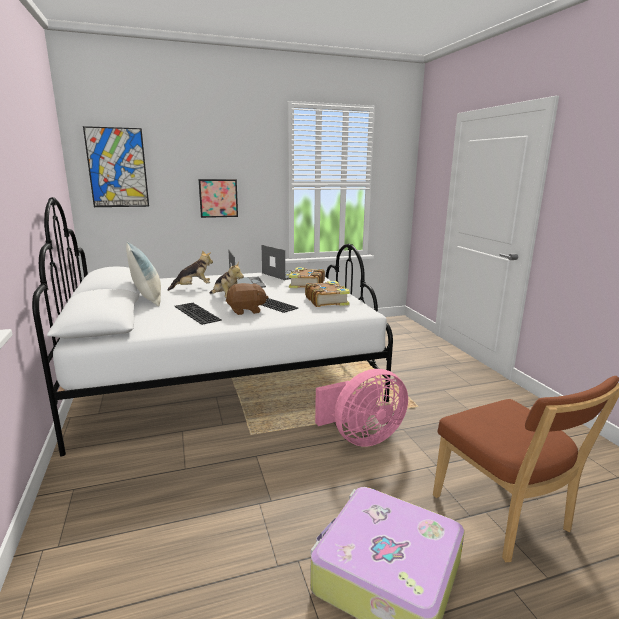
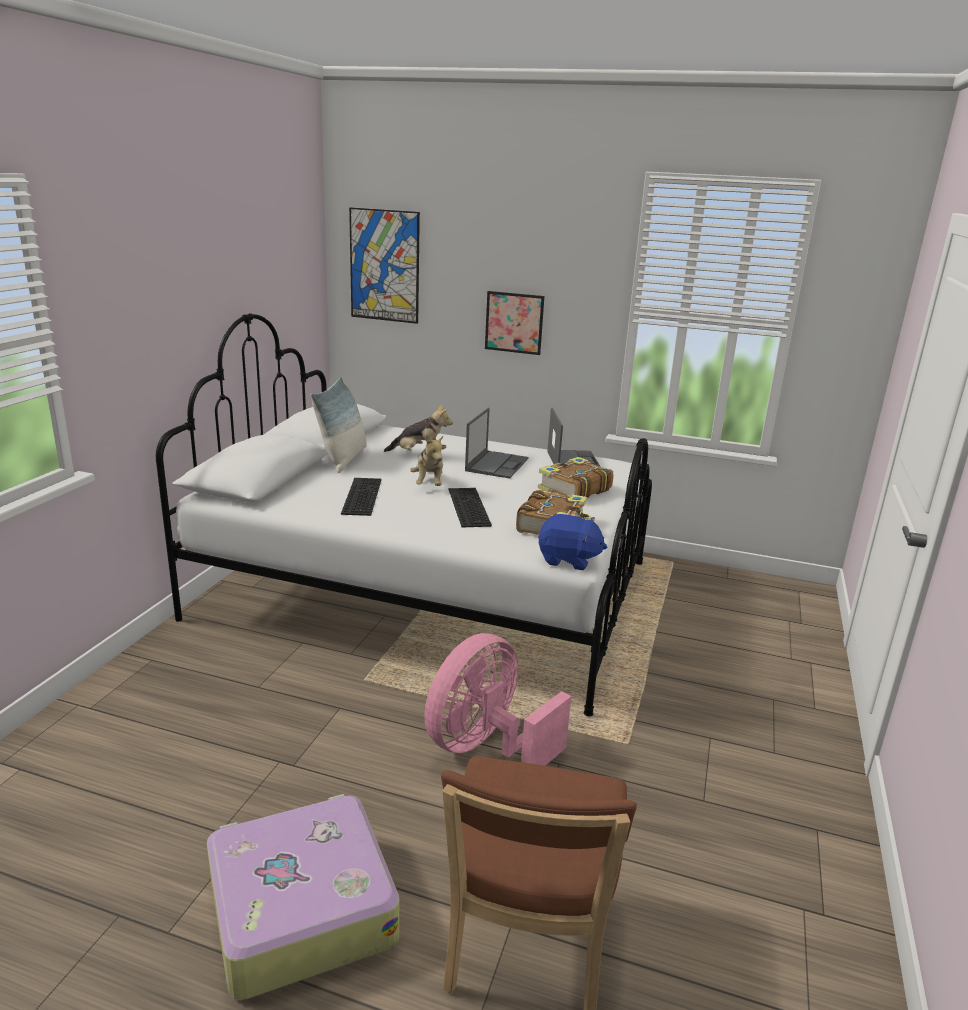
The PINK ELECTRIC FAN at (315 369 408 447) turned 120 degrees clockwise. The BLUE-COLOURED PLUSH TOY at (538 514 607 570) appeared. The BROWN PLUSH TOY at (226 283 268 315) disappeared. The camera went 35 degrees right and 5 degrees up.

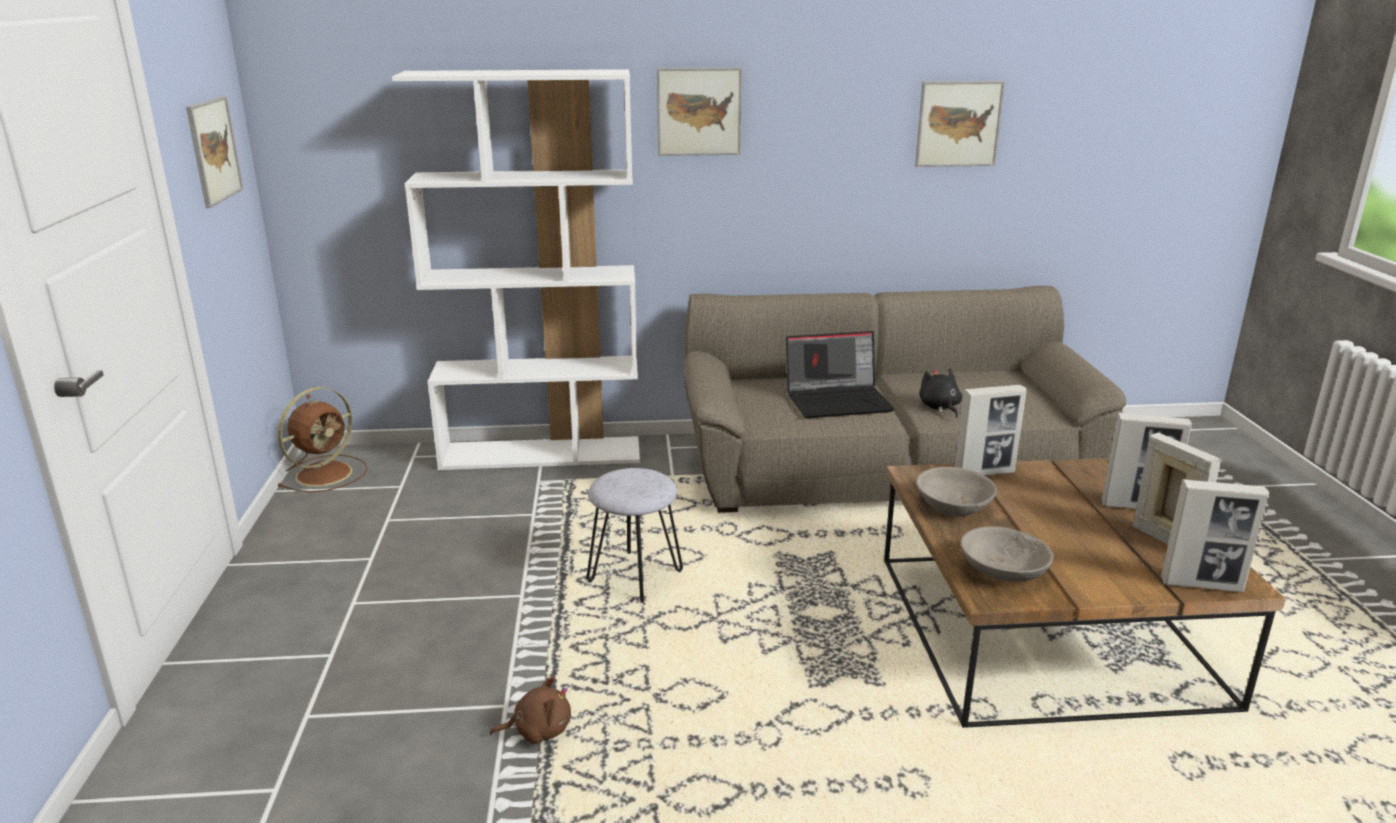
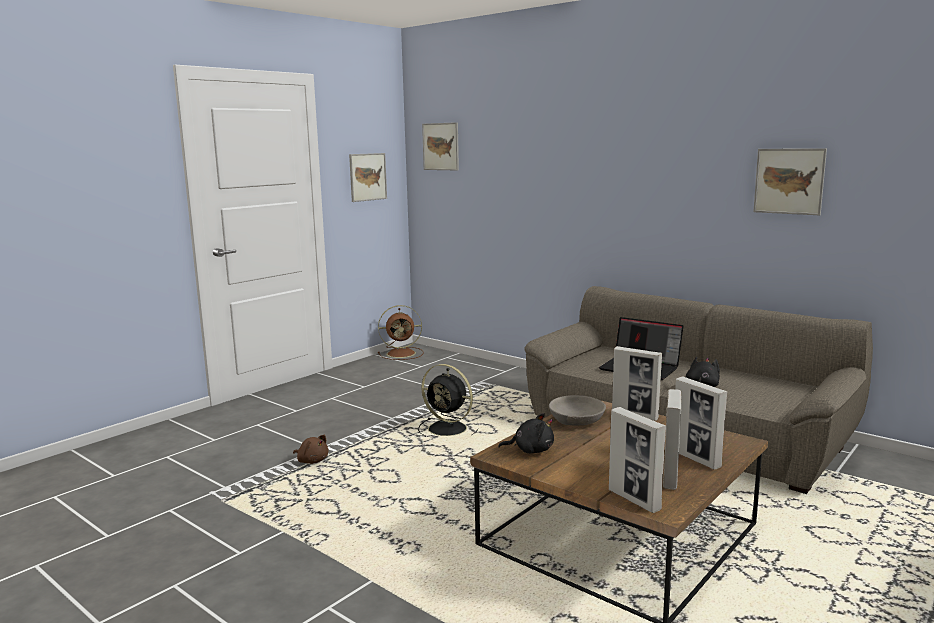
The GREYISH SITTING STOOL at (587 468 683 603) was replaced by the BLACK-COLOURED ELECTRIC FAN at (418 364 479 437). The PICTURE moved from (657 67 742 156) to (422 122 459 170). The GREYISH DEEP DISH at (960 526 1053 582) was replaced by the BLACK-COLOURED PLUSH TOY at (498 413 554 454). The WHITISH BOOKSHELF at (392 69 640 470) disappeared. The camera went 45 degrees right and 10 degrees down.

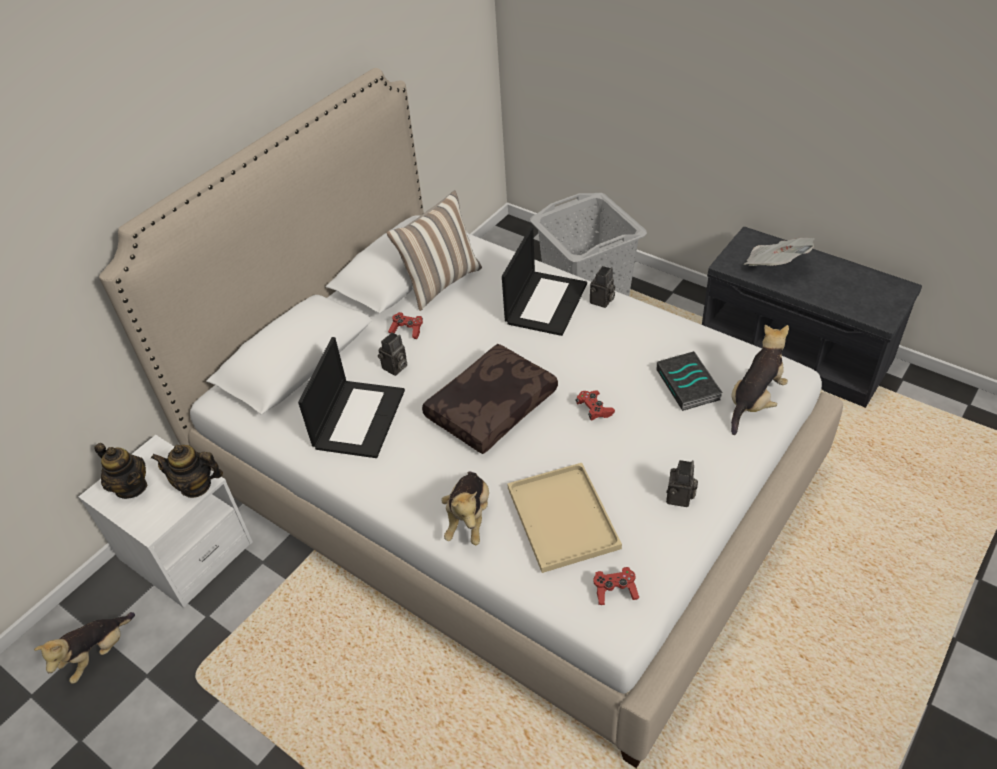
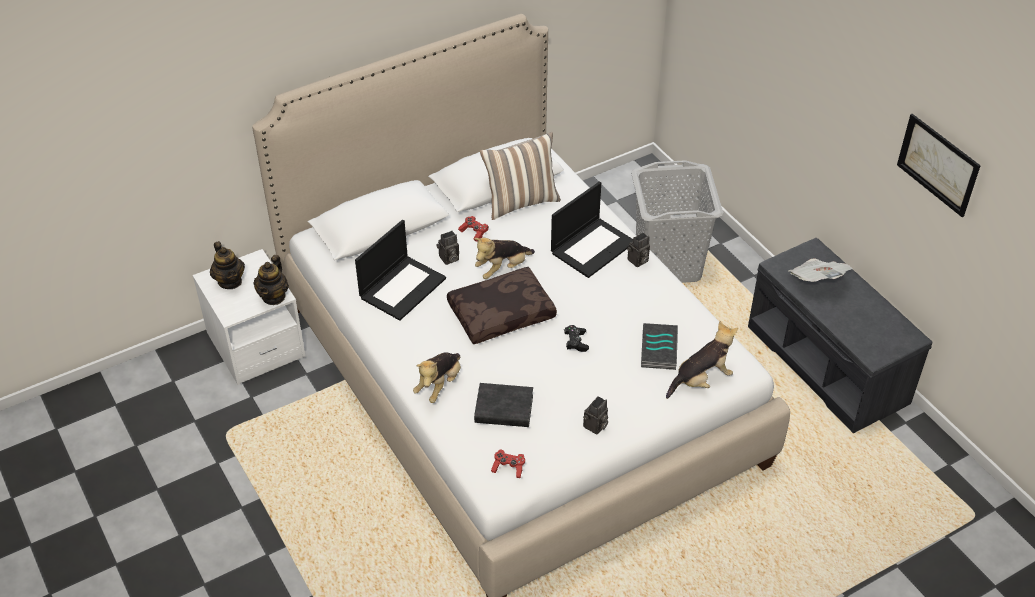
The TEA POT at (151 445 223 498) turned 105 degrees counterclockwise. The PLUSH TOY moved from (34 612 135 684) to (474 238 535 279). The BEIGE TRAY at (507 463 622 573) was replaced by the BLACK-COLOURED BOUND BOOK at (474 383 533 427). The REDDISH JOYPAD at (575 390 615 421) became the BLACK-COLOURED JOYPAD at (564 325 589 352). The PICTURE at (897 114 981 217) appeared. The camera went 20 degrees right and 0 degrees up.

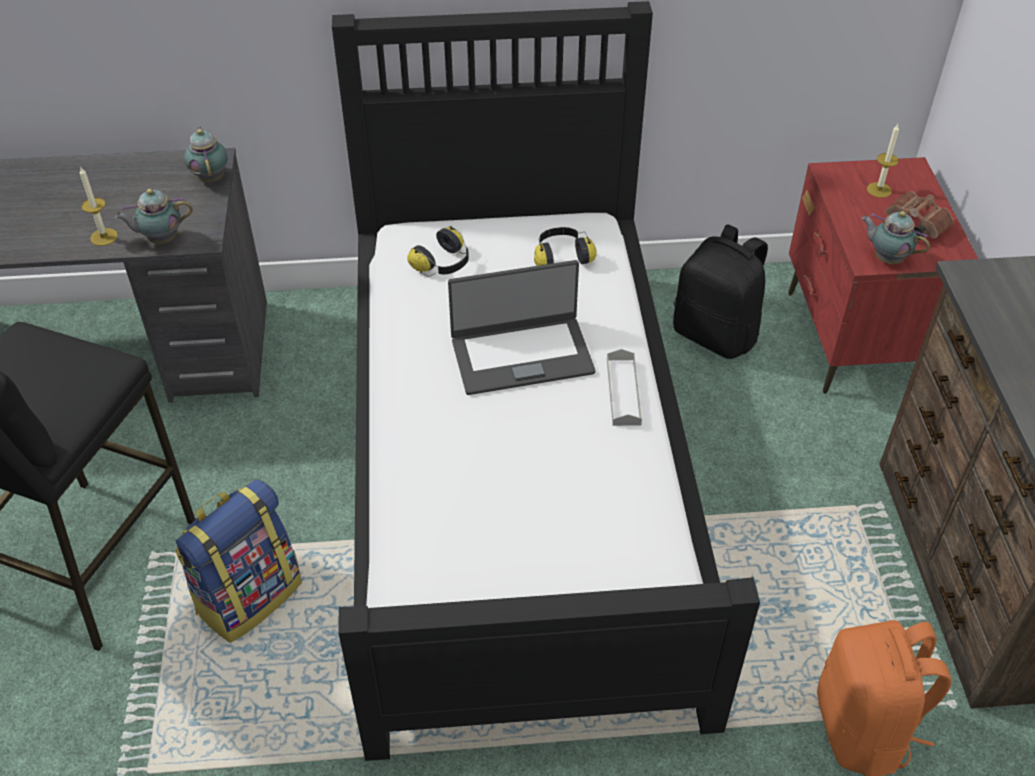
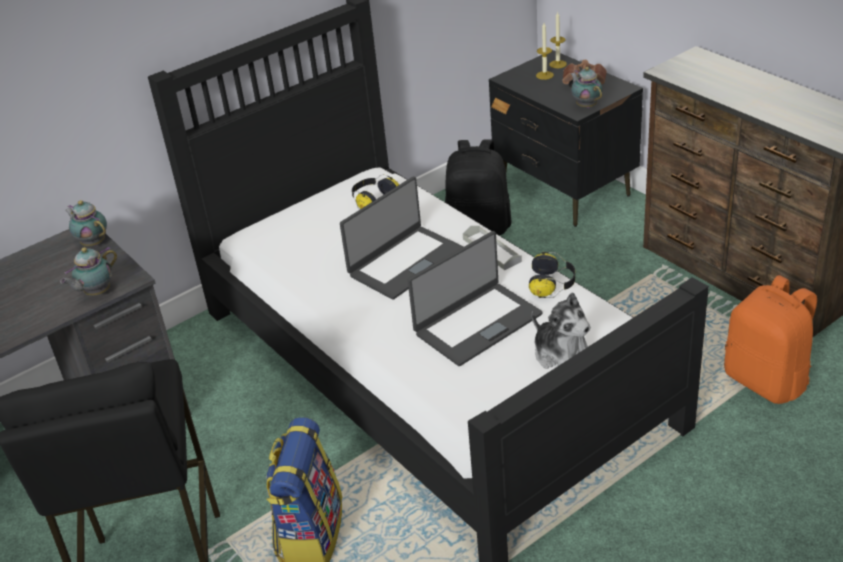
The PORTABLE COMPUTER at (408 231 543 366) appeared. The REDDISH NIGHTSTAND at (788 157 978 394) became the BLACK-COLOURED NIGHTSTAND at (489 50 643 227). The HEADSET moved from (407 226 469 277) to (529 252 575 298). The PLUSH TOY at (532 292 591 369) appeared. The WAX CANDLE moved from (80 167 118 246) to (549 12 567 68). The TEA POT at (861 211 930 264) turned 60 degrees clockwise. The camera went 30 degrees left and 10 degrees down.

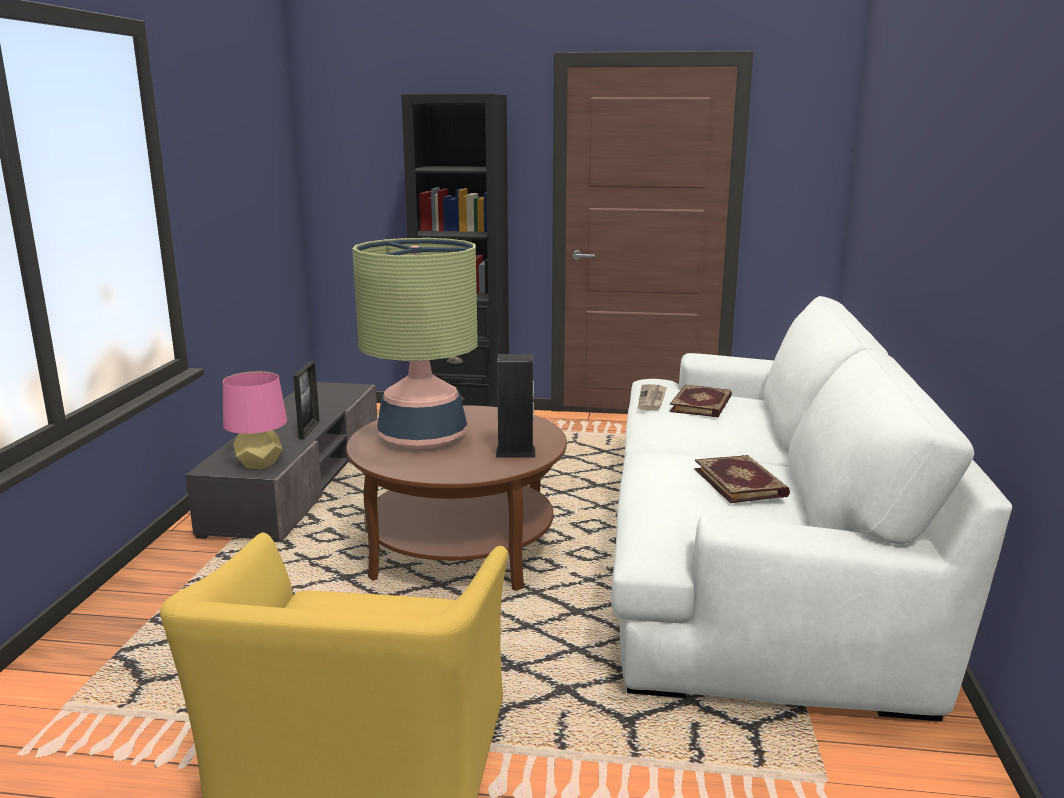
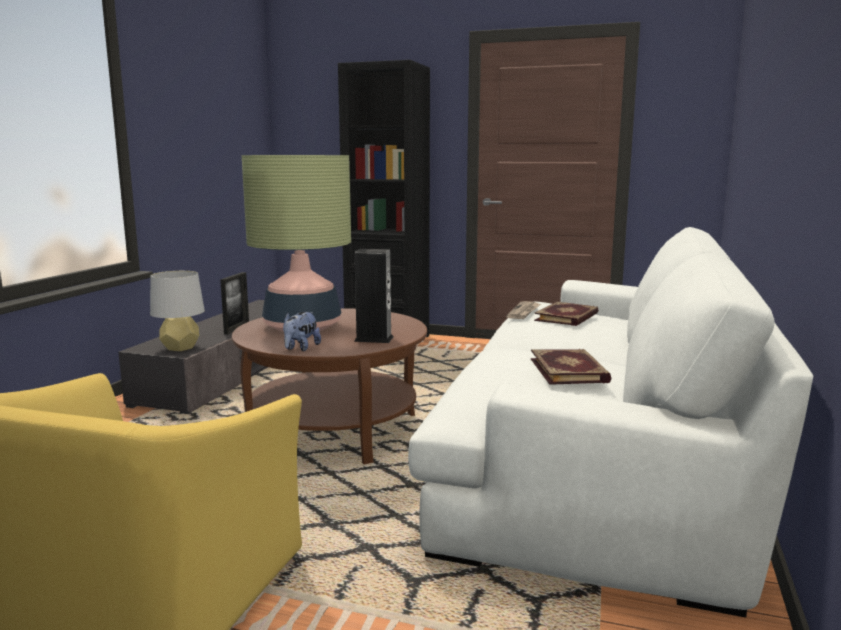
The PINK TABLE LAMP at (223 371 287 469) became the GREYISH TABLE LAMP at (150 271 205 351). The PLUSH TOY at (283 312 321 351) appeared. The camera went 10 degrees right and 5 degrees down.

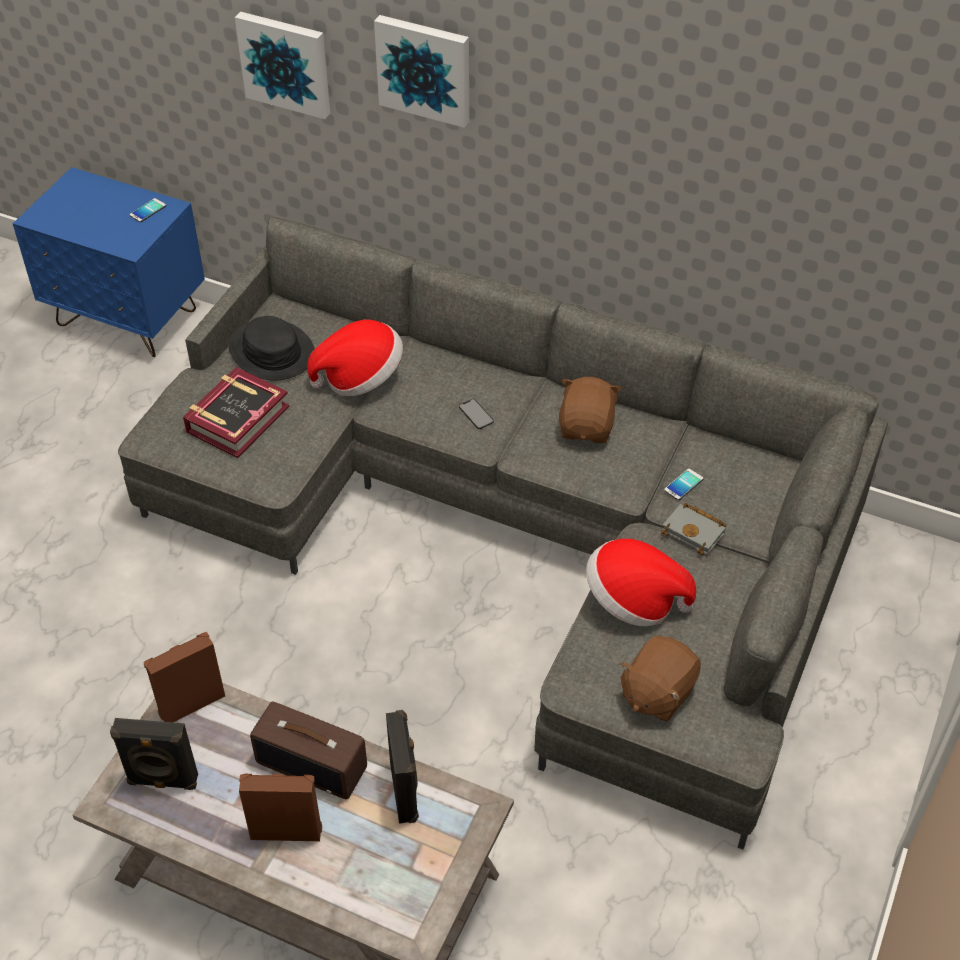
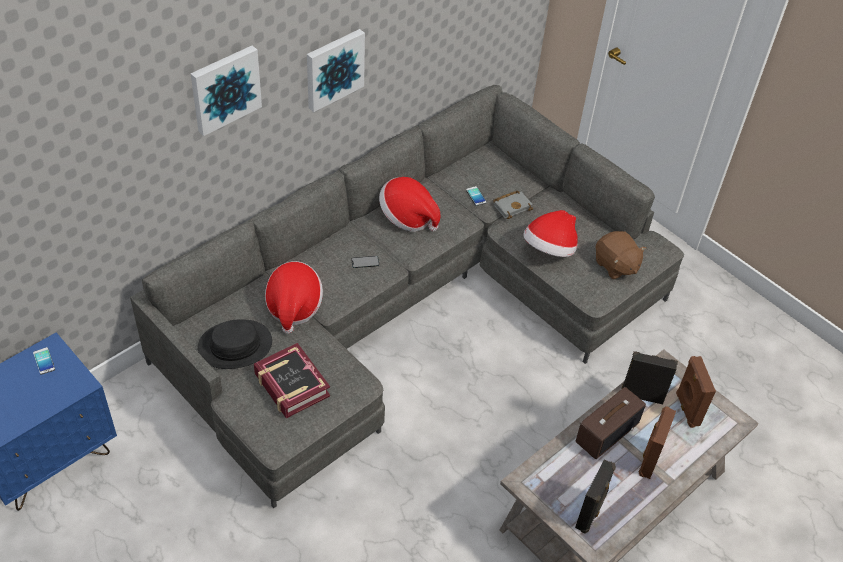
The PICTURE moved from (235 12 330 119) to (307 29 365 112). The BROWN PLUSH TOY at (559 377 621 443) was replaced by the CLOTHING HAT at (379 177 440 232). The BROWN AUDIO SPEAKER moved from (143 632 225 722) to (676 356 716 428). The camera went 70 degrees left and 0 degrees up.

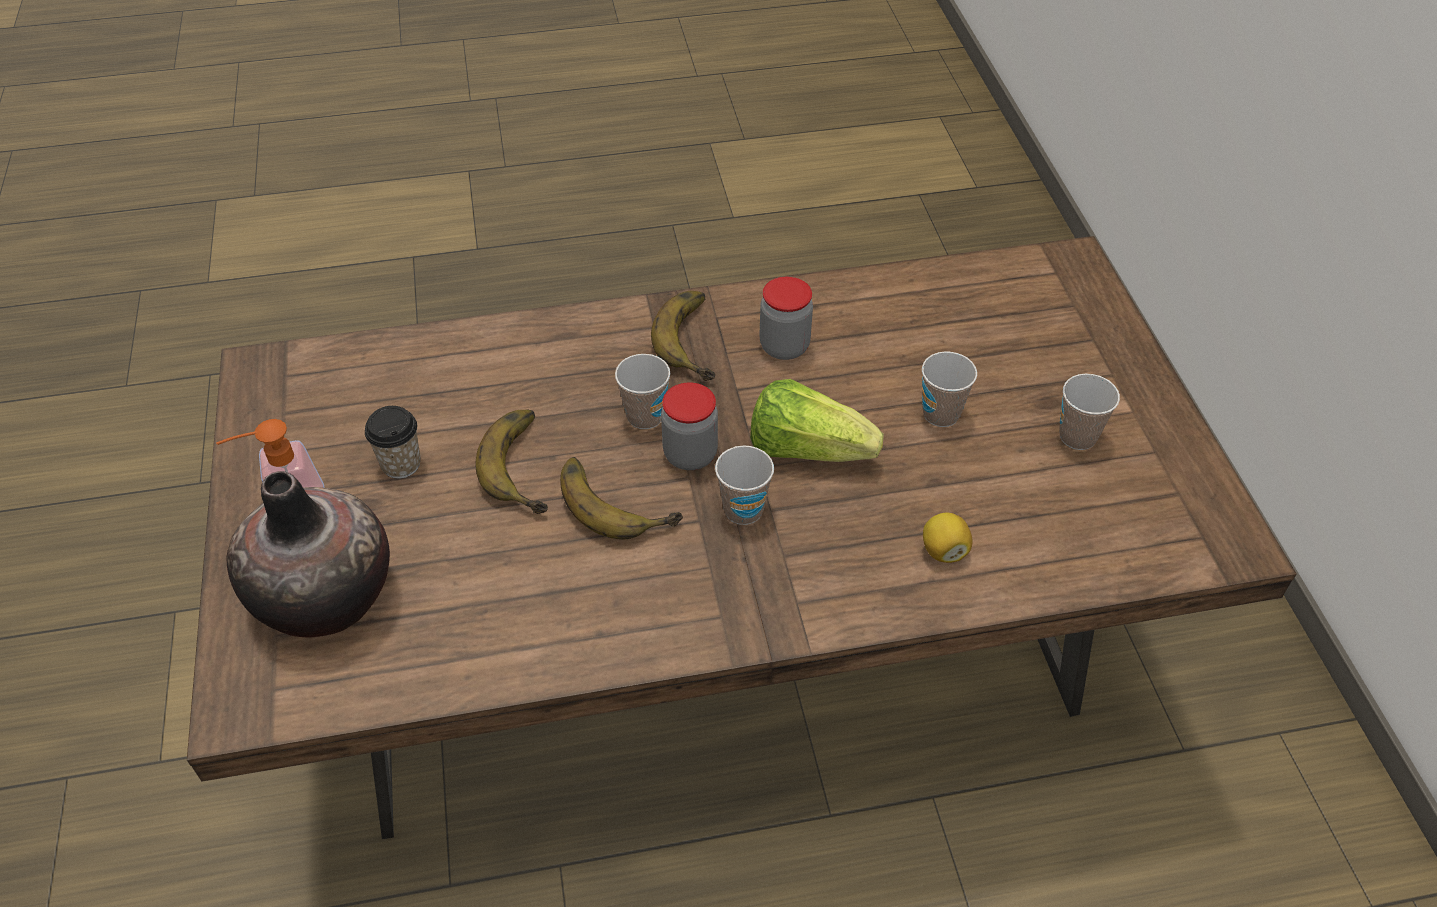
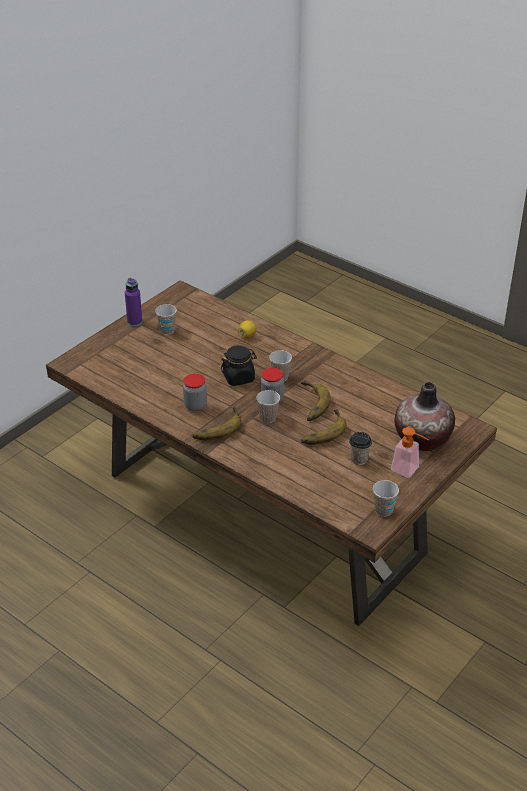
The PURPLE-COLOURED DRINK BOTTLE at (125 278 143 326) appeared. The LETTUCE HEAD at (750 379 884 462) was replaced by the BLACK-COLOURED STORAGE JAR at (221 345 257 386). The DRINKING CUP moved from (922 352 977 427) to (373 480 399 517). The camera went 130 degrees left and 10 degrees down.

